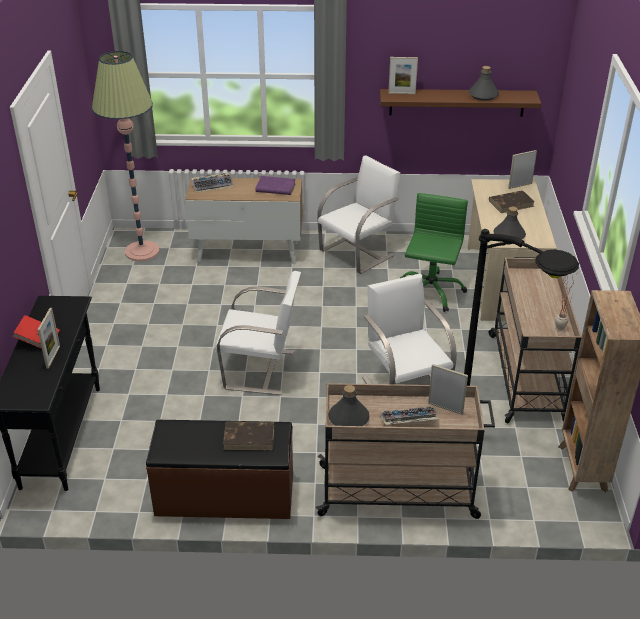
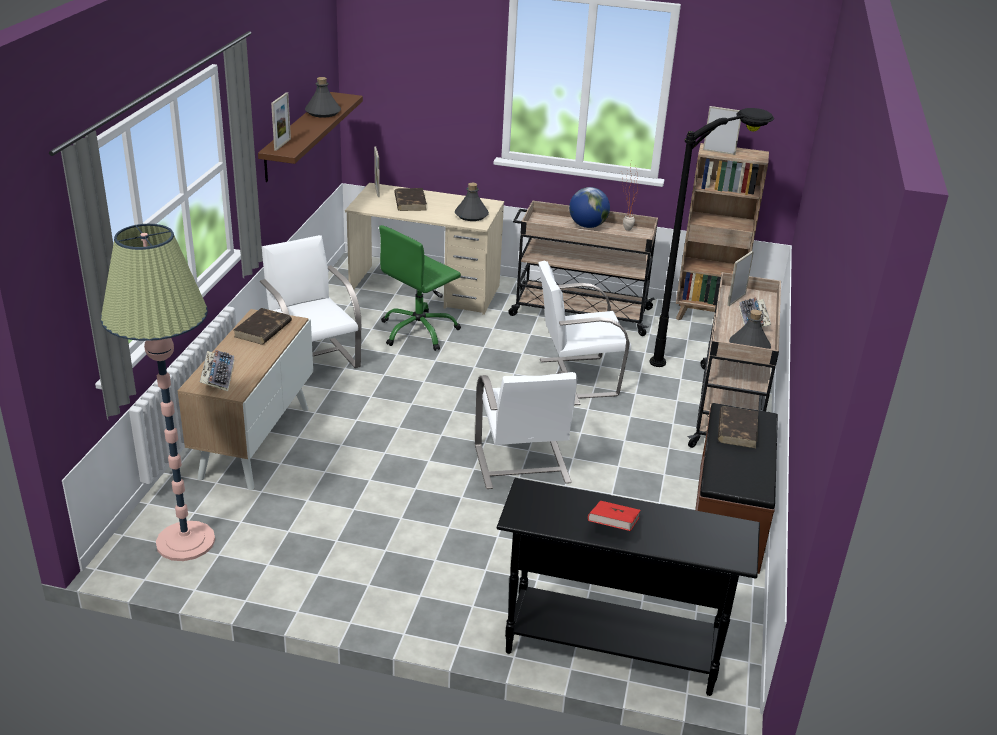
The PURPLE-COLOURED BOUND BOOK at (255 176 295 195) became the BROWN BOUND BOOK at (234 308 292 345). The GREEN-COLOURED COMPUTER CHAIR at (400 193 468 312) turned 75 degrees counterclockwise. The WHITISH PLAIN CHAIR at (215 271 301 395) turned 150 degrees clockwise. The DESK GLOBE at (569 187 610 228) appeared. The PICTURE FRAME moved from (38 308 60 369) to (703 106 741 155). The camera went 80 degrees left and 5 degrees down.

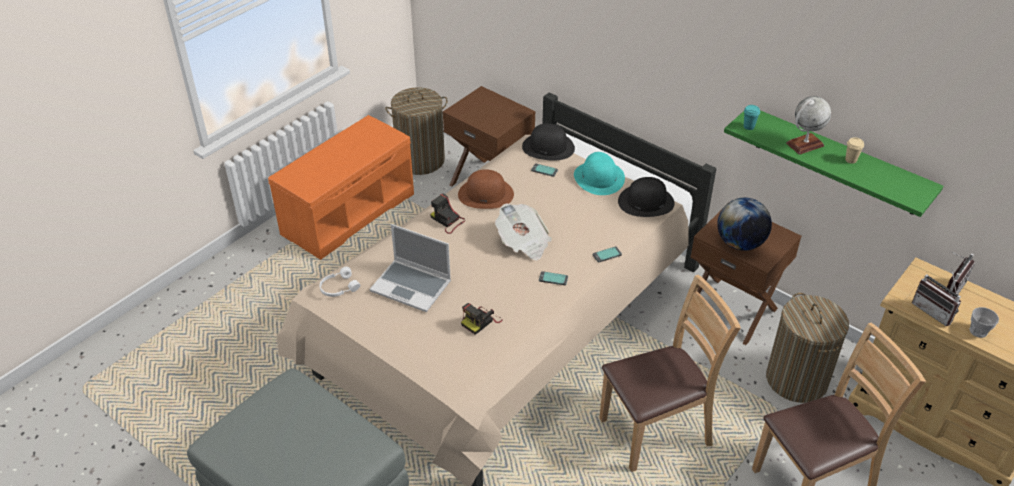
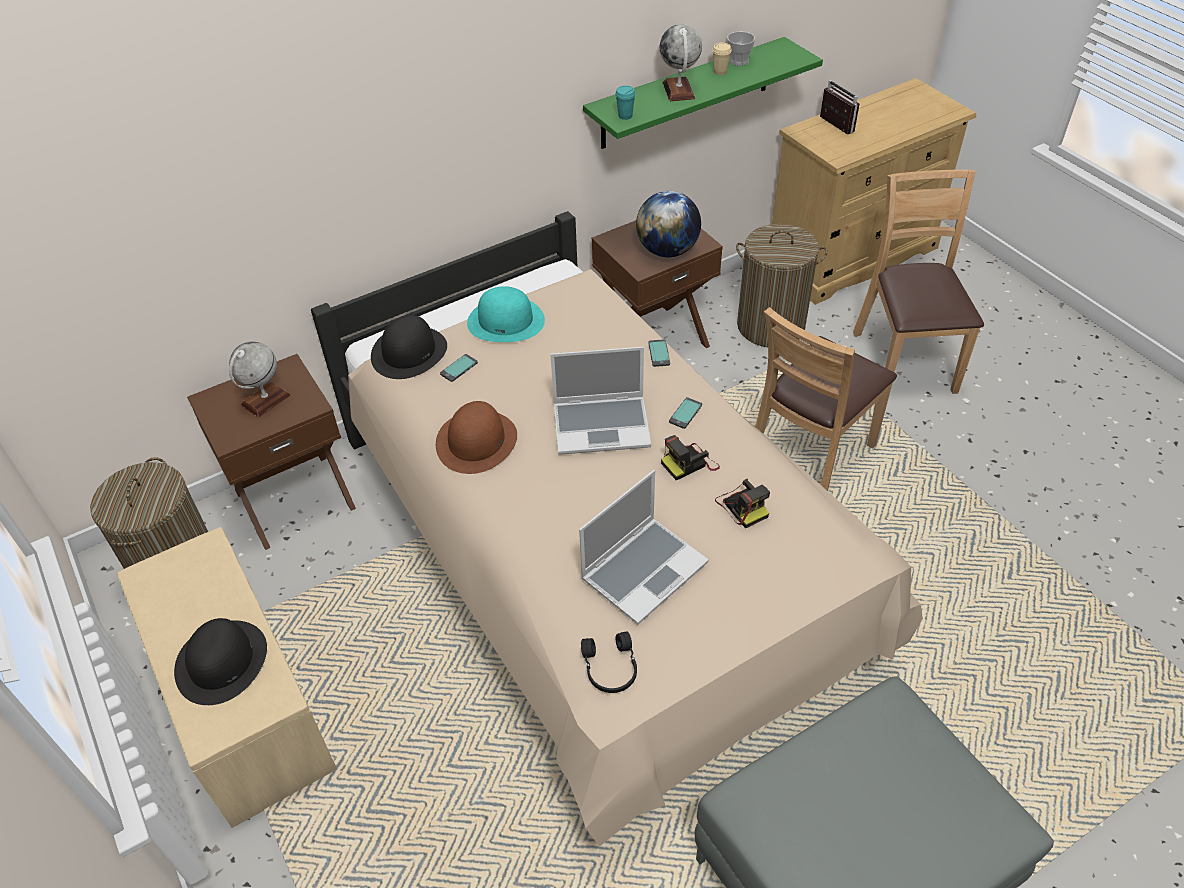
The ORANGEY BENCH at (268 115 414 260) became the BEIGE BENCH at (117 527 337 828). The BLACK-COLOURED CLOTHING HAT moved from (618 177 675 217) to (174 618 267 705). The DESK GLOBE at (229 342 290 417) appeared. The PRINTED PAPER at (495 203 552 261) was replaced by the PORTABLE COMPUTER at (550 347 651 454). The WHITISH HEADSET at (319 267 360 297) became the BLACK-COLOURED HEADSET at (581 631 637 693). The STILL CAMERA moved from (430 193 465 234) to (661 435 720 480). The DRINKING CUP moved from (969 307 999 338) to (727 32 755 66). The BROWN PLAIN CHAIR at (599 275 741 472) turned 135 degrees counterclockwise. The RADIO SET at (912 271 961 326) disappeared. The camera went 70 degrees left and 5 degrees up.

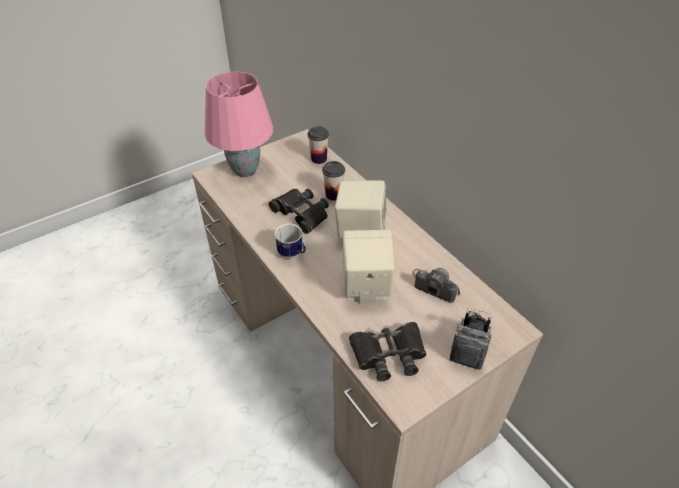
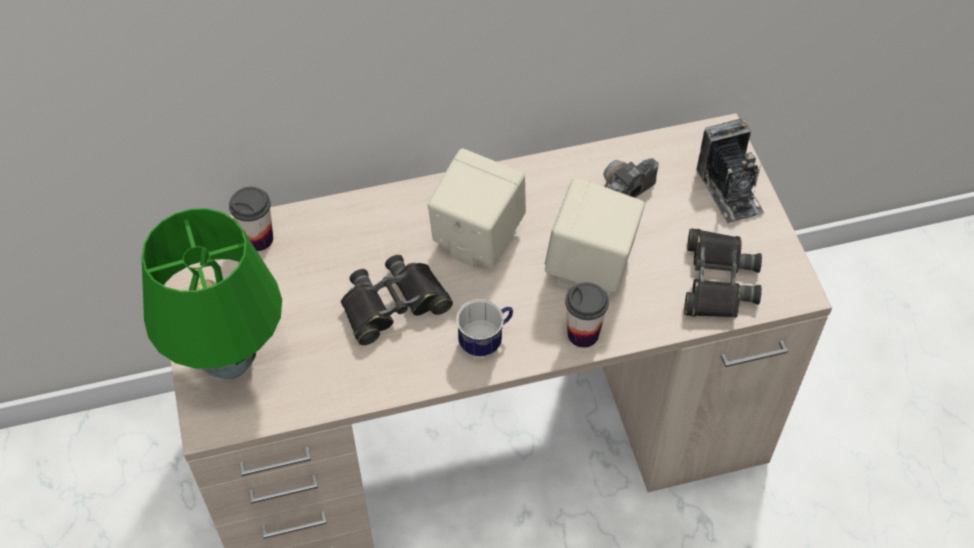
The PINK TABLE LAMP at (205 72 273 177) became the GREEN-COLOURED TABLE LAMP at (142 208 282 379). The DRINKING CUP moved from (322 161 345 200) to (565 282 609 348). The STILL CAMERA at (450 310 492 370) turned 150 degrees counterclockwise. The camera went 70 degrees left and 10 degrees up.

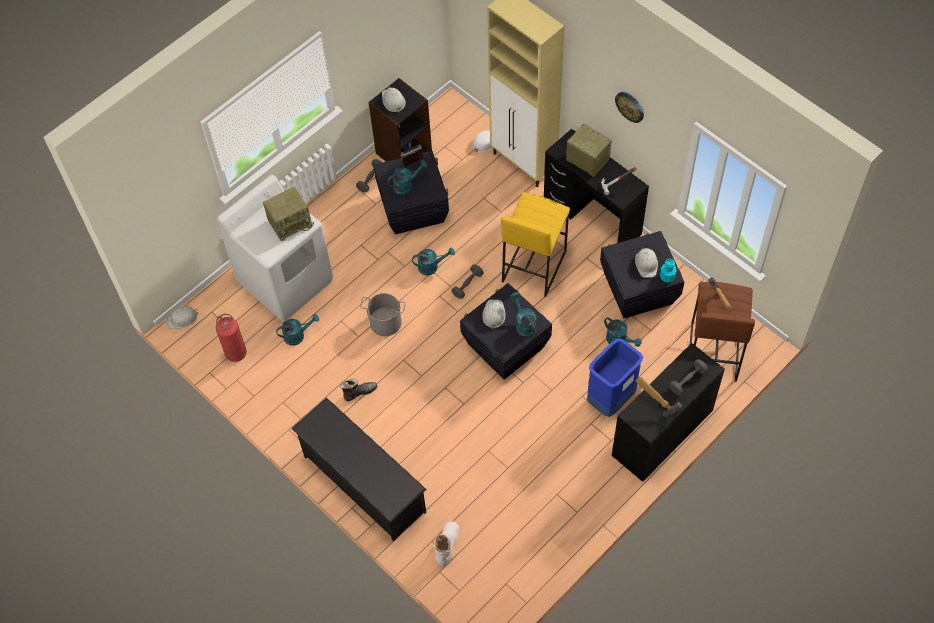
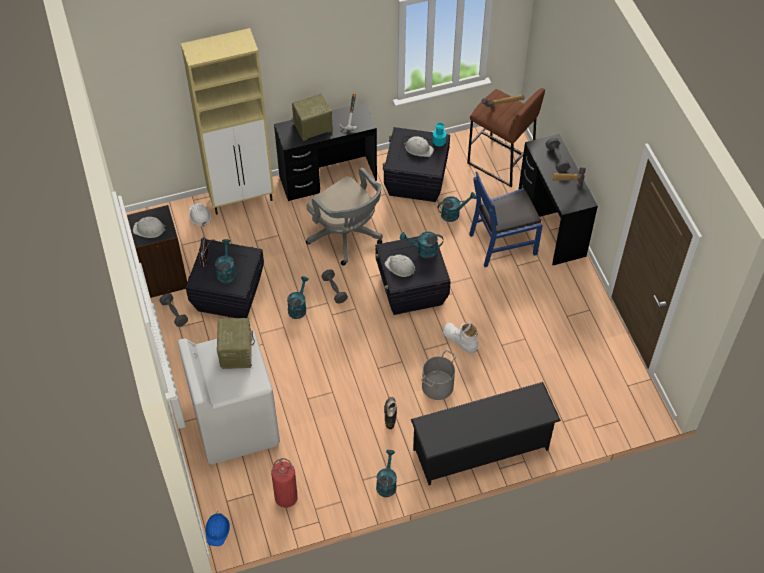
The WHITISH WORK HELMET at (166 306 198 329) became the BLUE-COLOURED WORK HELMET at (206 511 230 546). The YELLOWISH SITTING STOOL at (501 192 570 297) was replaced by the GREYISH COMPUTER CHAIR at (306 167 383 266). The TURQUOISE-COLOURED WATERING POT moved from (276 314 319 346) to (376 450 397 497). The GREYISH WATER BUCKET moved from (360 293 406 336) to (421 350 456 400). The WHITISH HIGH-TOP BOOT moved from (434 521 459 567) to (443 323 478 354). The BLUE-COLOURED WASTE BIN at (587 338 643 417) was replaced by the BLUE-COLOURED PLAIN CHAIR at (469 172 543 267). The HANGING CLOCK at (615 92 644 123) disappeared. The camera went 65 degrees left and 5 degrees down.

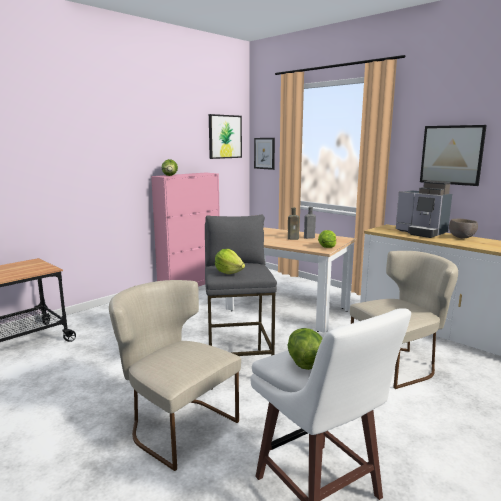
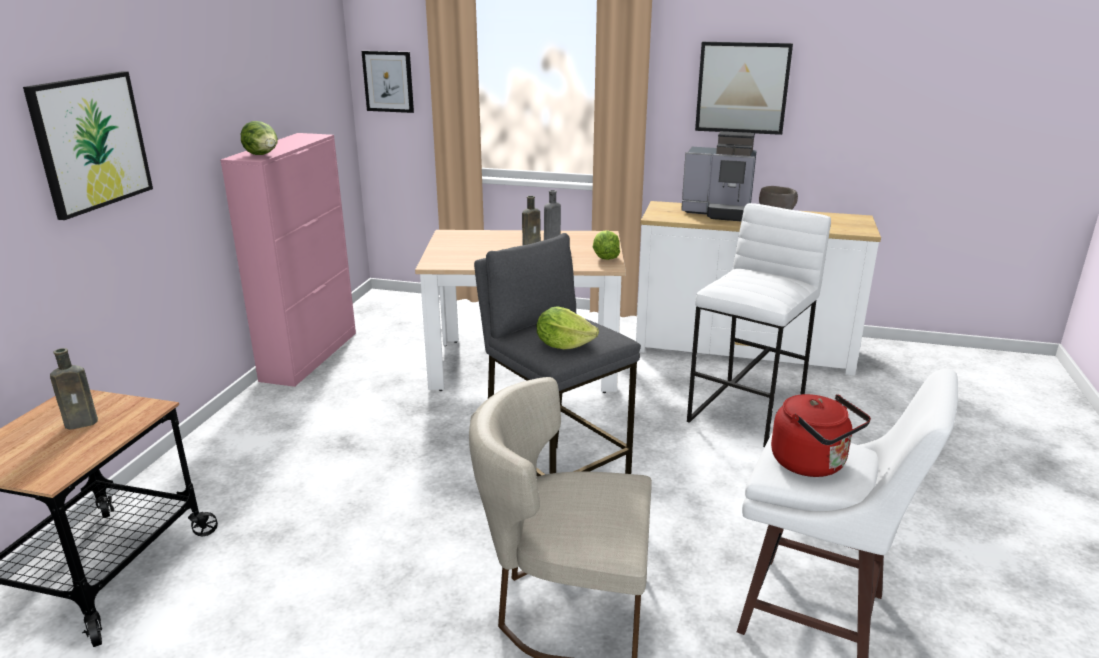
The PICTURE moved from (209 114 242 159) to (23 71 153 220). The BROWN DRINK BOTTLE at (50 348 98 430) appeared. The BEIGE PLAIN CHAIR at (350 251 458 389) was replaced by the WHITISH SITTING STOOL at (687 203 831 447). The LETTUCE HEAD at (287 328 323 370) was replaced by the REDDISH KETTLE at (771 394 871 477). The camera went 30 degrees left and 10 degrees up.

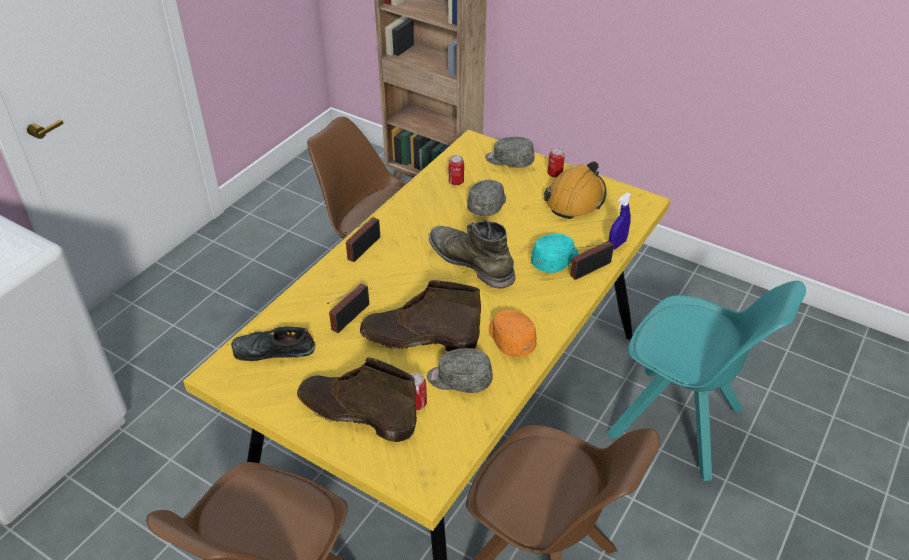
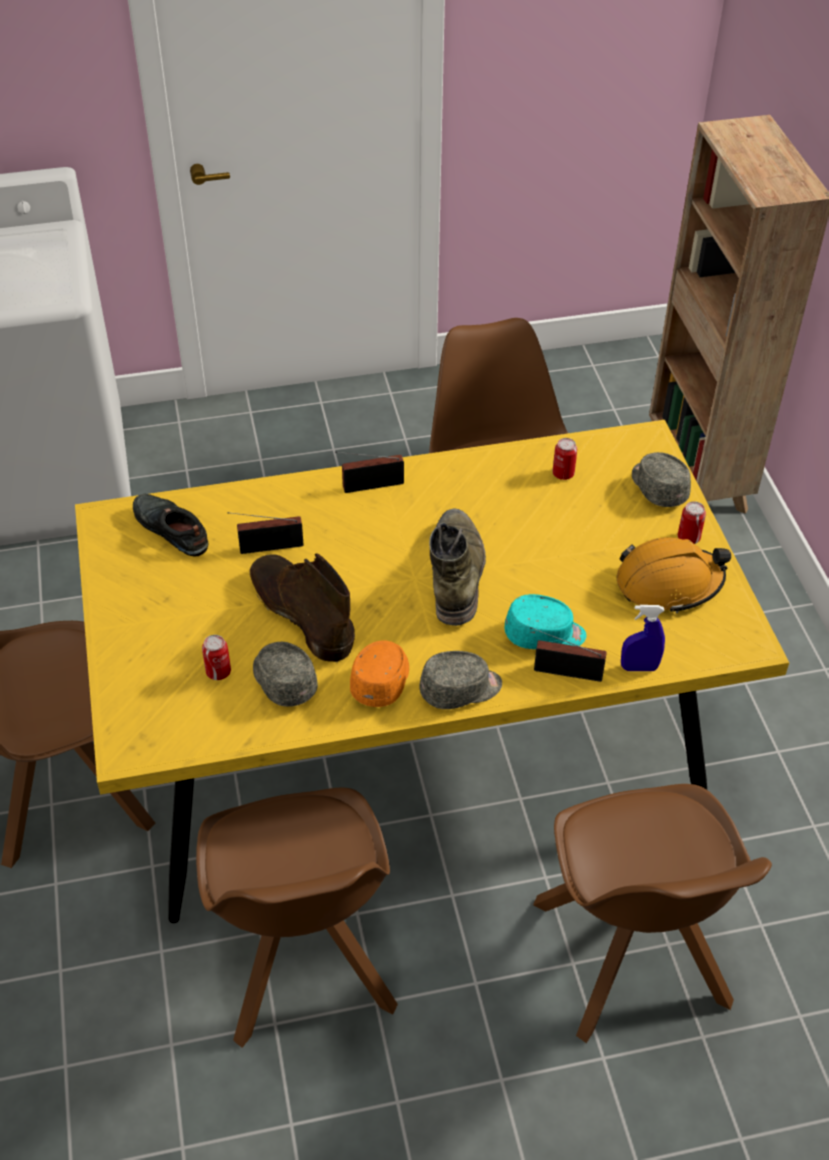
The GREYISH CAP moved from (467 180 506 216) to (419 651 502 709). The TURQUOISE-COLOURED PLAIN CHAIR at (607 281 806 481) became the BROWN PLAIN CHAIR at (533 784 772 1043). The BROWN HIGH-TOP BOOT at (297 357 417 442) disappeared. The camera went 45 degrees right and 5 degrees up.

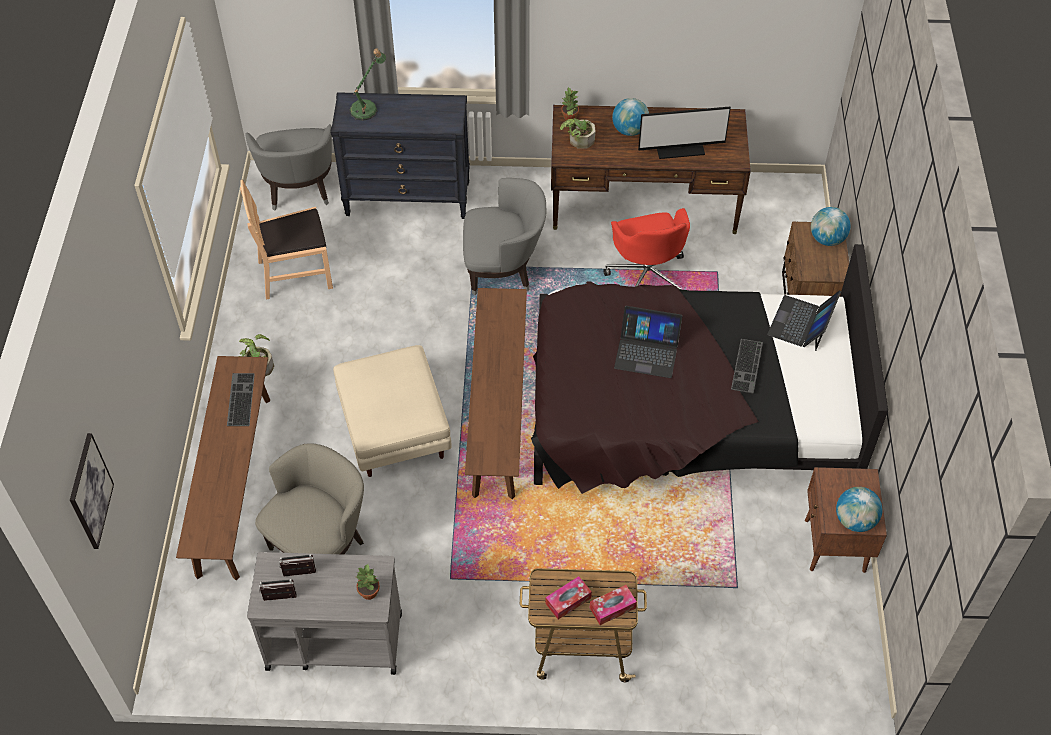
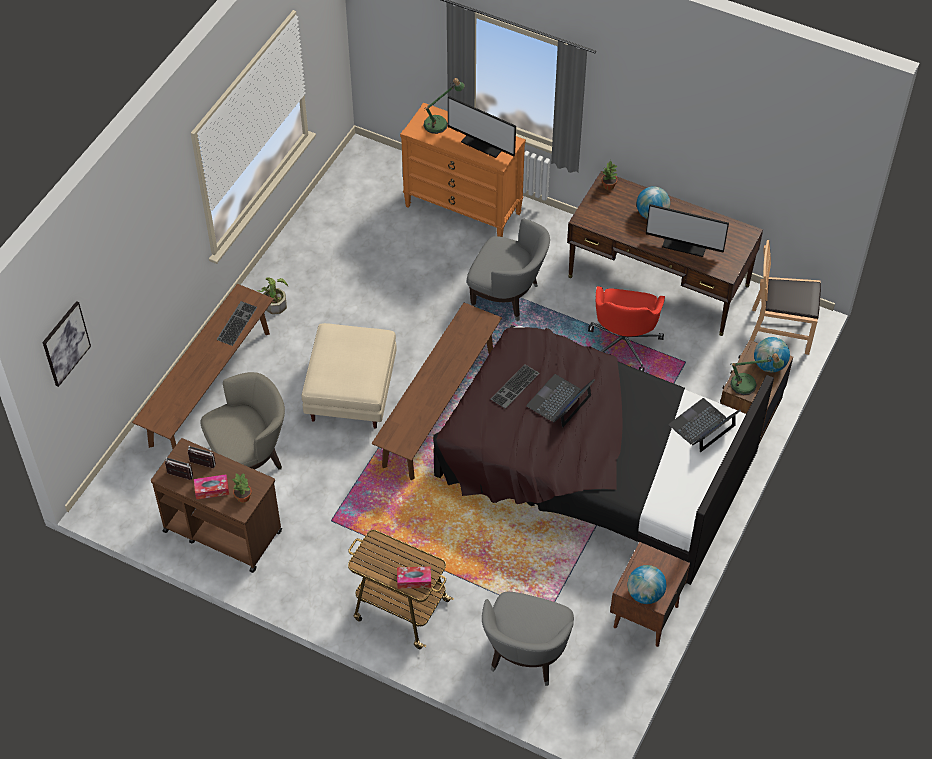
The GREYISH CART at (247 552 402 675) became the BROWN CART at (151 438 282 573). The TISSUE HOLDER moved from (545 576 592 620) to (194 474 229 499). The BLACK-COLOURED DRESSER at (331 92 470 219) became the ORANGEY DRESSER at (400 102 526 237). The MONITOR at (448 96 516 158) appeared. The GREYISH EASY CHAIR moved from (246 124 332 210) to (482 592 574 686). The PC KEYBOARD moved from (731 339 763 393) to (491 365 540 408). The PORTABLE COMPUTER at (614 306 682 378) turned 90 degrees clockwise. The TABLE LAMP at (730 353 784 395) appeared. The BROWN PLAIN CHAIR moved from (240 180 333 300) to (750 240 821 355). The PLANT IN A POT at (560 108 595 149) disappeared. The camera went 25 degrees right and 0 degrees up.

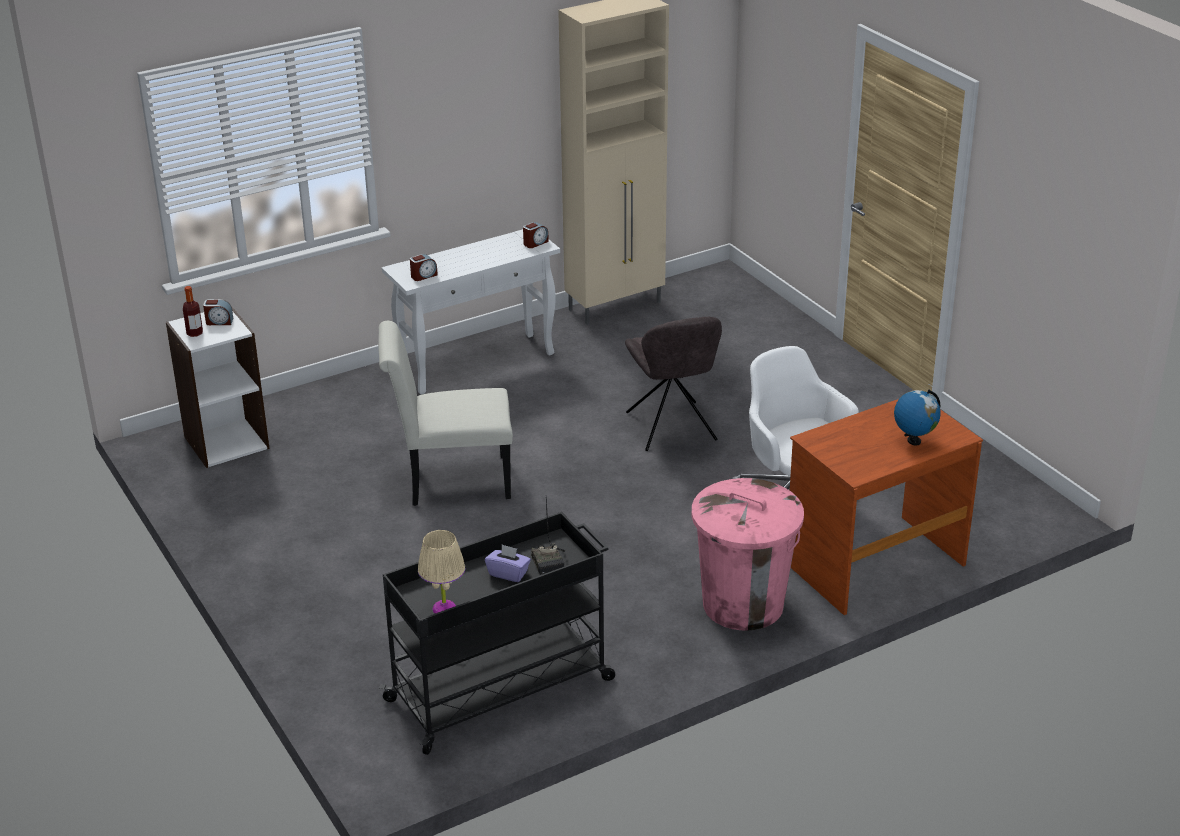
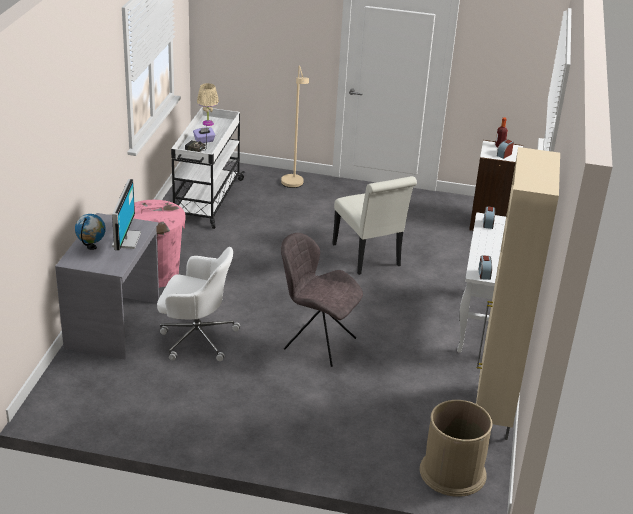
The BROWN DESK at (790 399 983 615) became the GREYISH DESK at (55 213 159 360). The MONITOR at (112 179 141 251) appeared. The BLACK-COLOURED CART at (379 512 615 755) became the WHITISH CART at (171 107 245 229). The BEIGE FLOOR LAMP at (281 65 309 188) appeared. The WHITISH PLAIN CHAIR at (378 321 513 506) turned 120 degrees clockwise. The BROWN WASTE BIN at (420 400 492 497) appeared. The camera went 130 degrees right and 0 degrees up.

